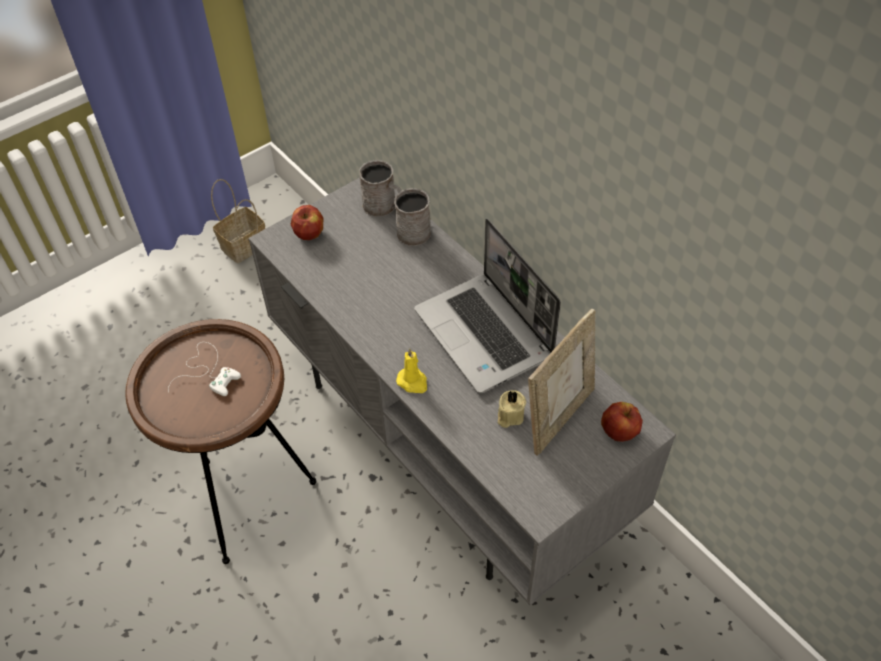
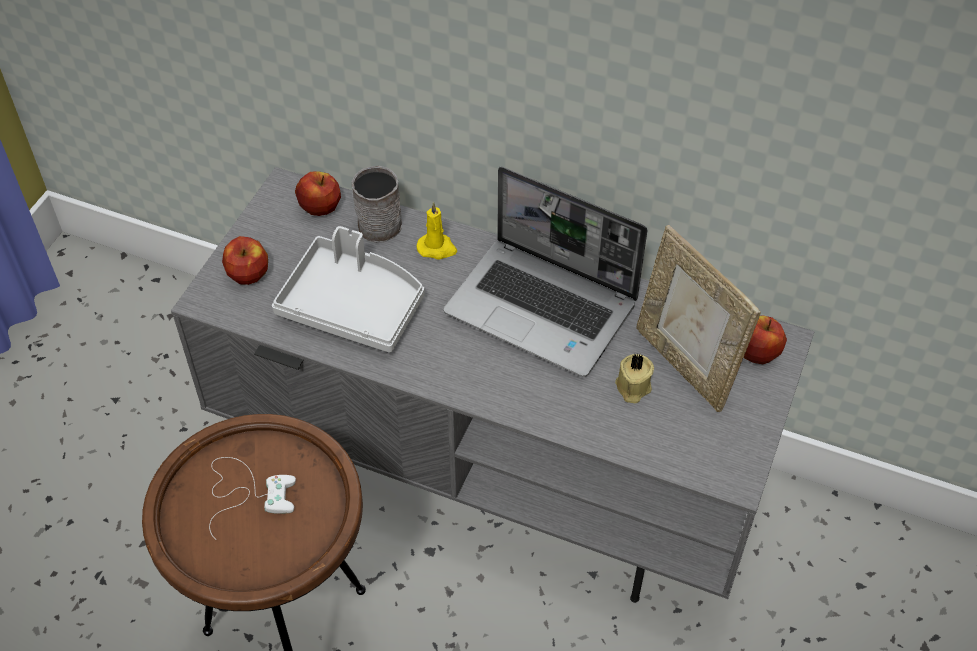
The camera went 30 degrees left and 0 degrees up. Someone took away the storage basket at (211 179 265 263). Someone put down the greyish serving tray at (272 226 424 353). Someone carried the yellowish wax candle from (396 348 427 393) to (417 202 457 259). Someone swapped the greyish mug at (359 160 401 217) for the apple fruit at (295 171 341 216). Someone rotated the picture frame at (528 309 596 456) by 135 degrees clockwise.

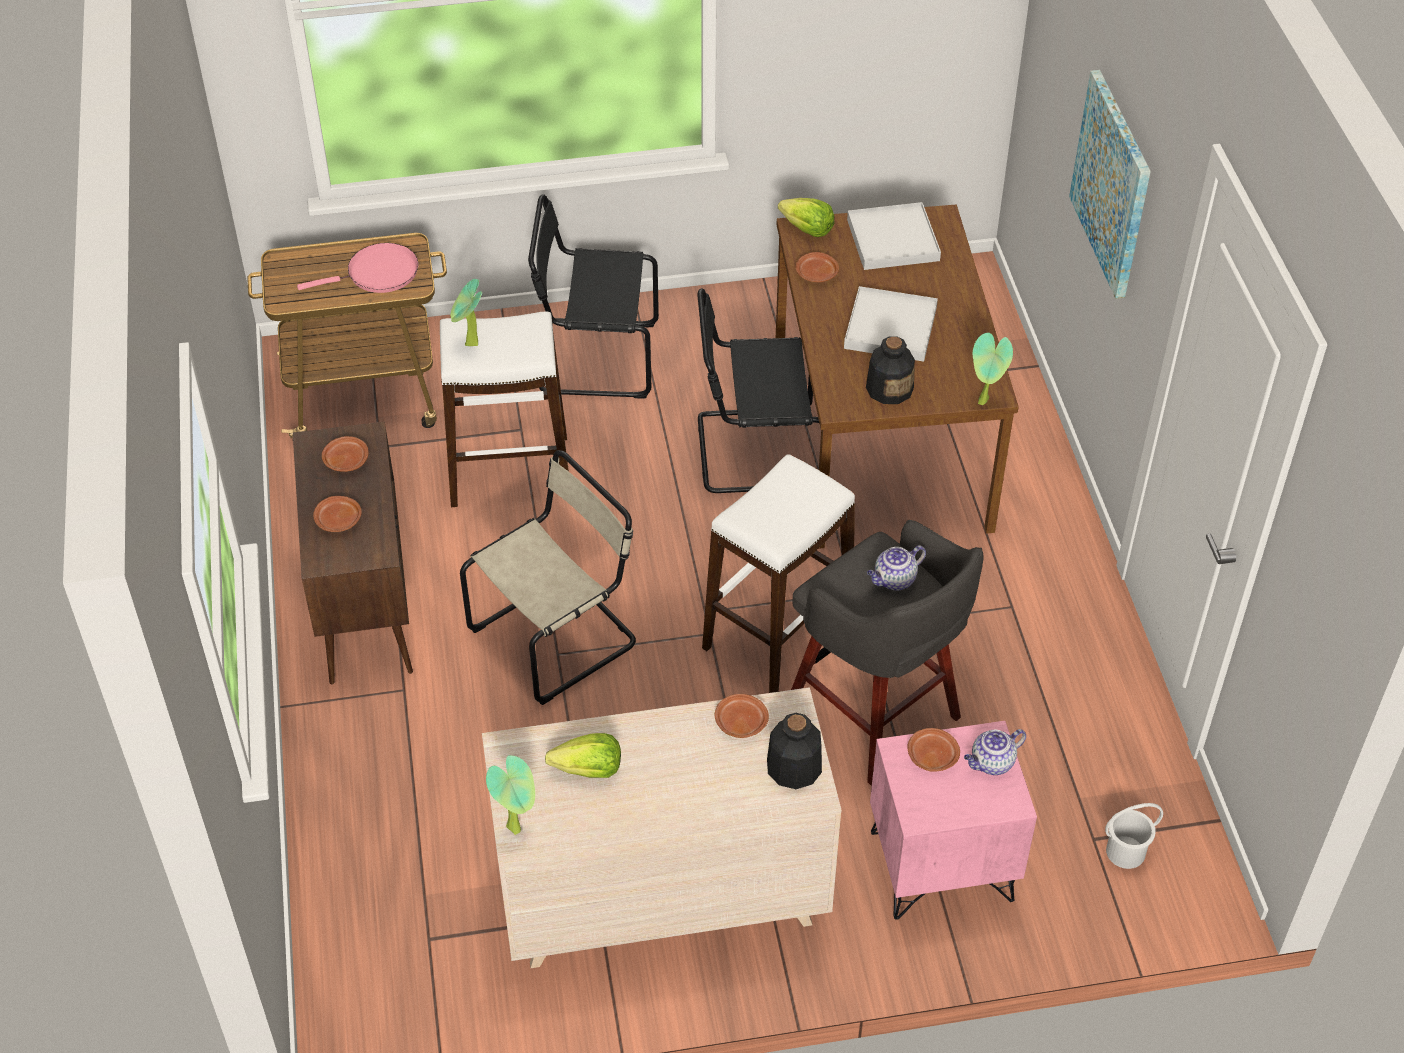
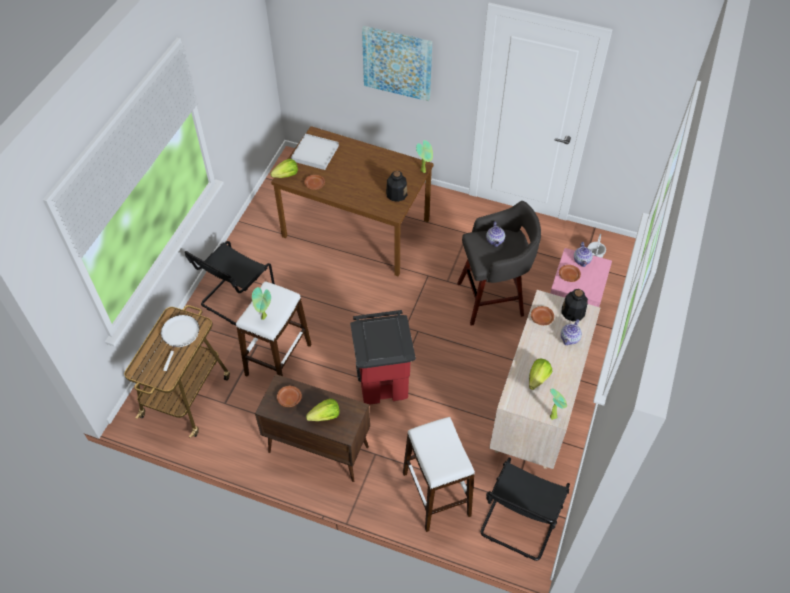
The camera went 60 degrees left and 5 degrees up. Someone took away the white serving tray at (844 286 938 362). Someone put down the teapot at (561 319 582 345). Someone carried the blackish chair from (697 288 820 493) to (481 457 570 561). Someone carried the white stool from (702 454 855 693) to (403 417 475 532). Someone swapped the brownish dinner plate at (313 496 362 532) for the lettuce head at (306 399 340 421). Someone swapped the beige chair at (460 450 636 705) for the reddish trash can at (350 310 416 405). Someone repainted the pink-coloured skillet at (297 243 418 293), which became the white skillet at (161 315 199 371).

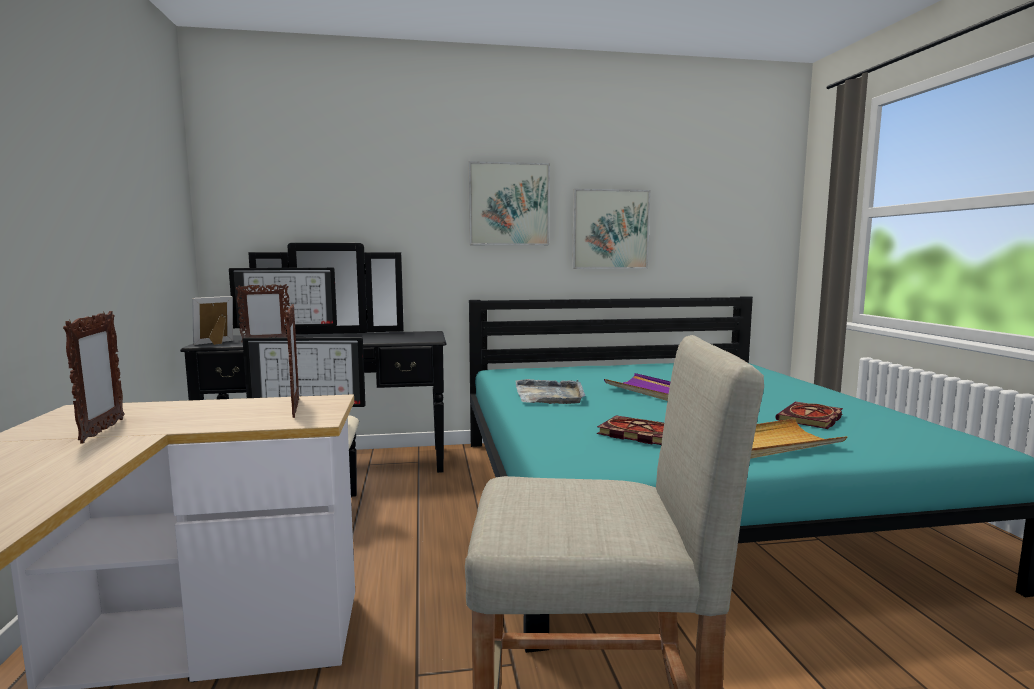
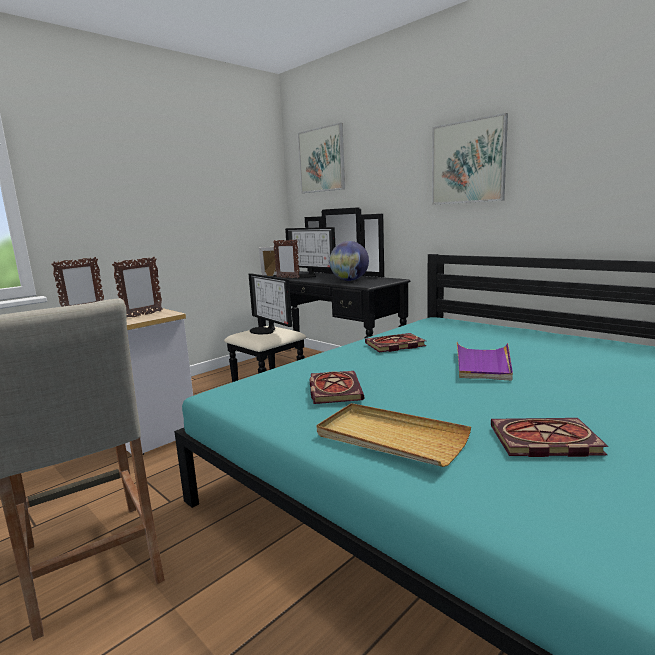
The camera went 55 degrees right and 5 degrees up. Someone put down the globe at (329 241 369 281). Someone carried the wall picture from (572 189 651 269) to (298 123 345 193). Someone swapped the greyish serving tray at (515 379 585 404) for the bound book at (365 333 427 352).

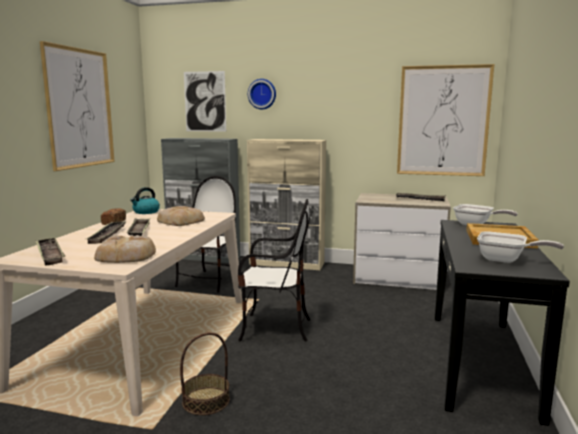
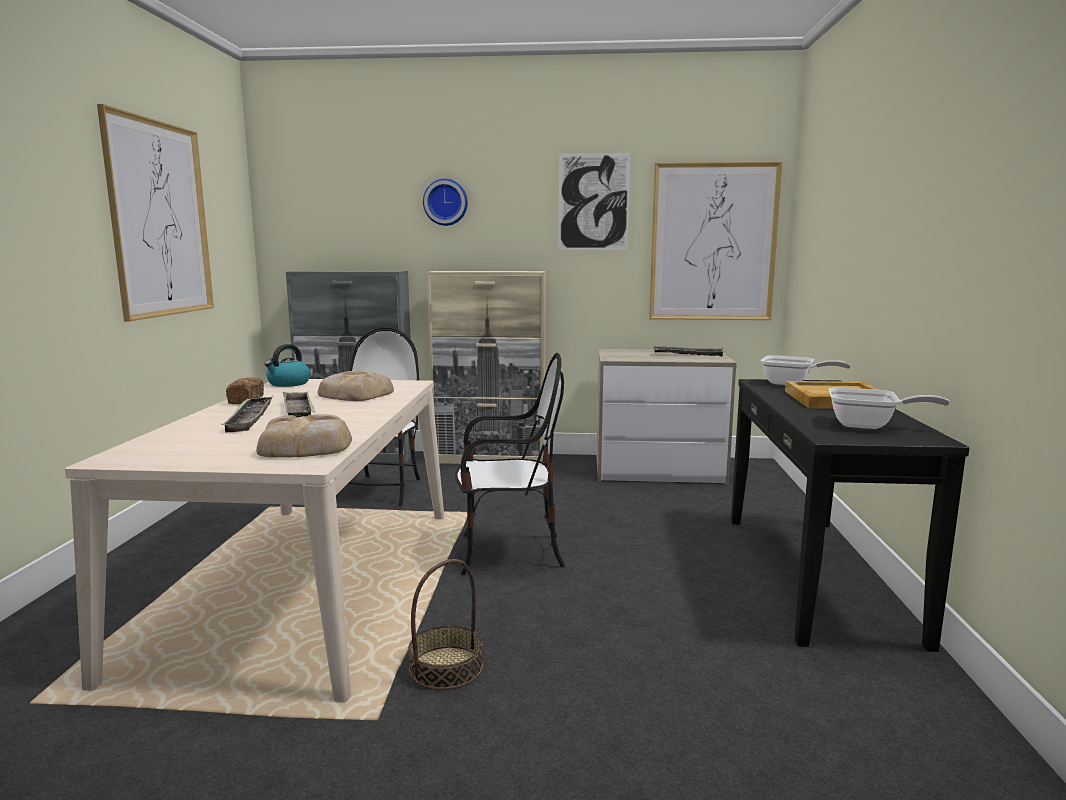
The camera went 10 degrees left and 0 degrees up. Someone took away the serving tray at (35 237 65 266). Someone carried the wall picture from (184 71 226 132) to (558 153 630 250).

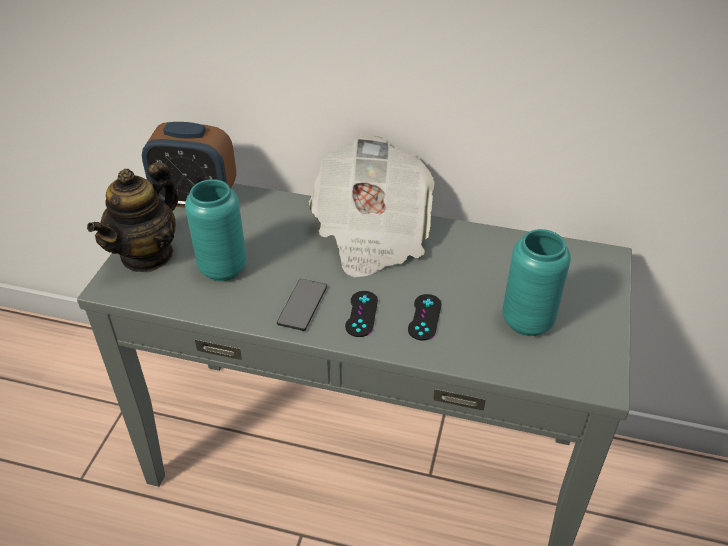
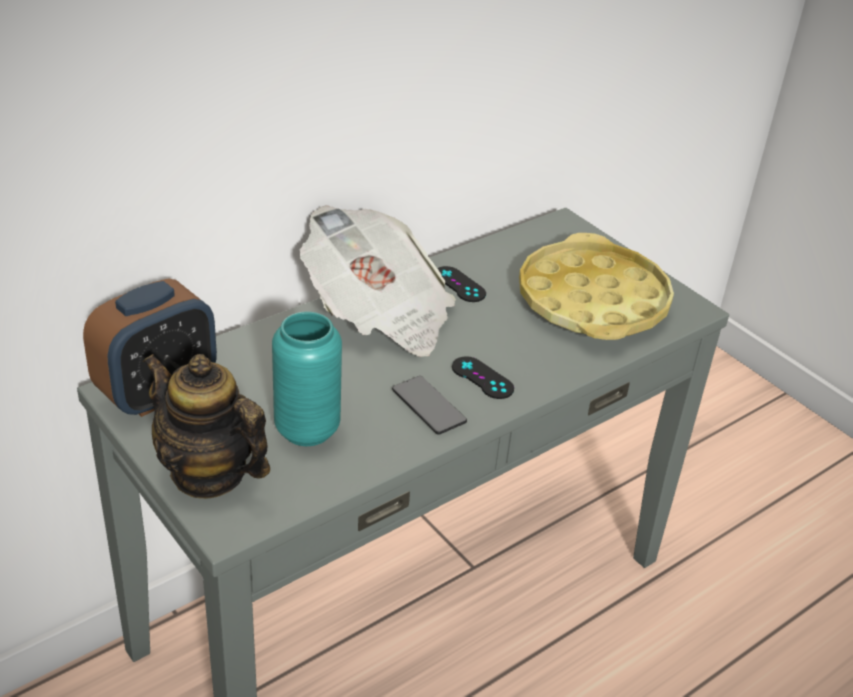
The camera went 55 degrees left and 5 degrees down. Someone carried the blackish gamepad from (408 294 442 341) to (438 266 486 302). Someone swapped the turquoise flower vase at (502 229 571 336) for the yellowish serving tray at (519 233 674 340). Someone rotated the teapot at (87 162 179 272) by 150 degrees clockwise.

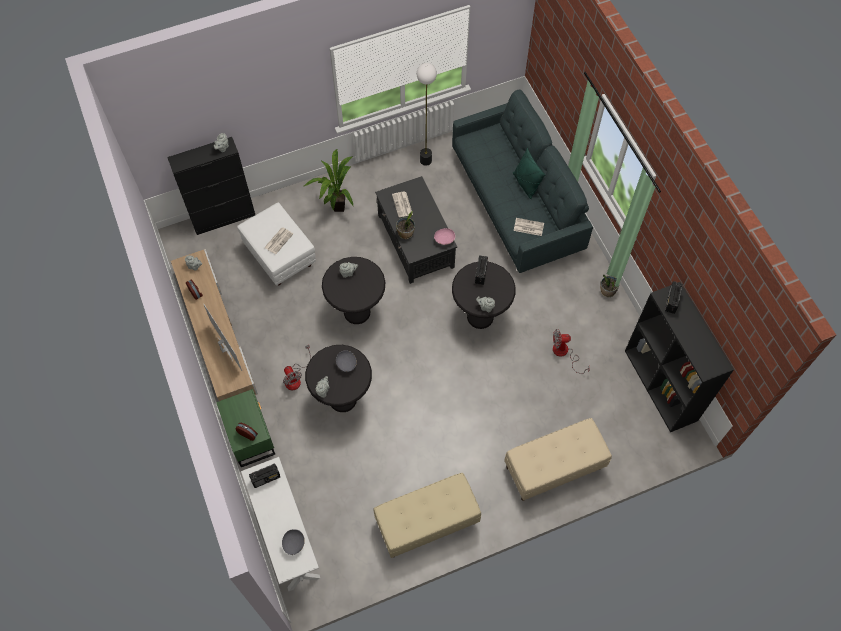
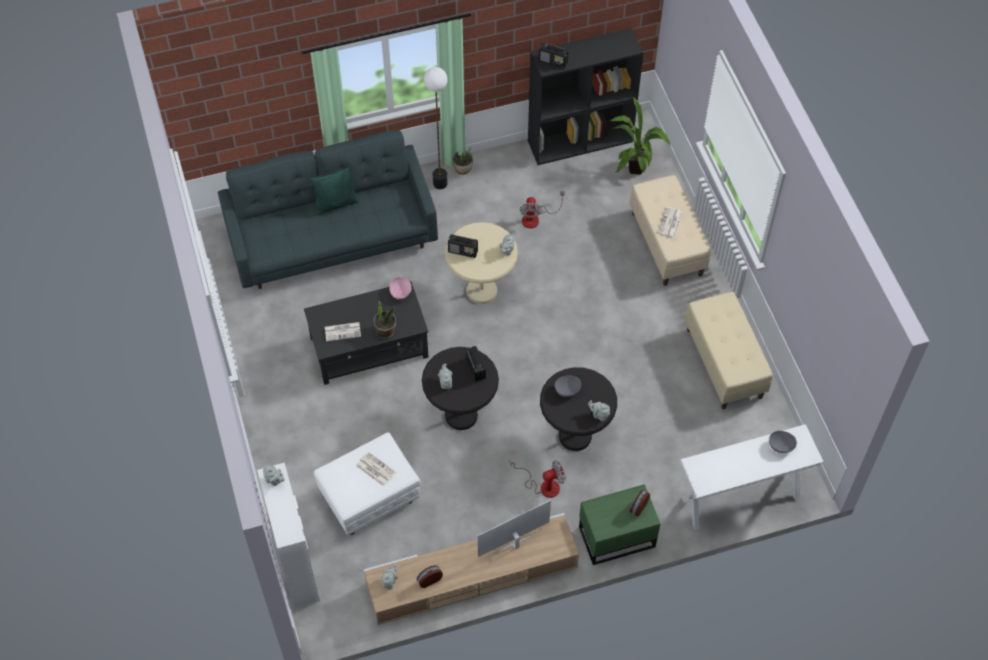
The camera went 85 degrees left and 5 degrees down. Someone carried the radio from (249 464 280 488) to (466 346 486 382). Someone carried the potted plant from (304 149 353 212) to (609 97 671 175). Someone carried the standard lamp from (416 63 437 166) to (424 67 448 189). Someone carried the daily paper from (514 218 544 236) to (658 207 683 238). Someone repainted the blackish cupboard at (167 137 255 235), which became the white cupboard at (257 463 320 608). Someone repainted the blackish end table at (452 262 516 329), which became the beige end table at (445 222 518 304).

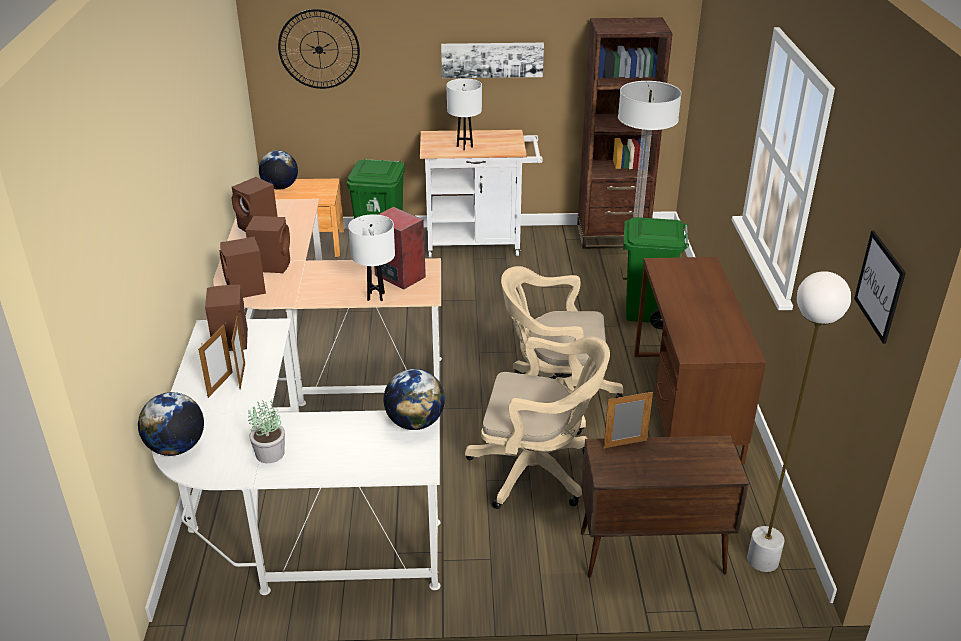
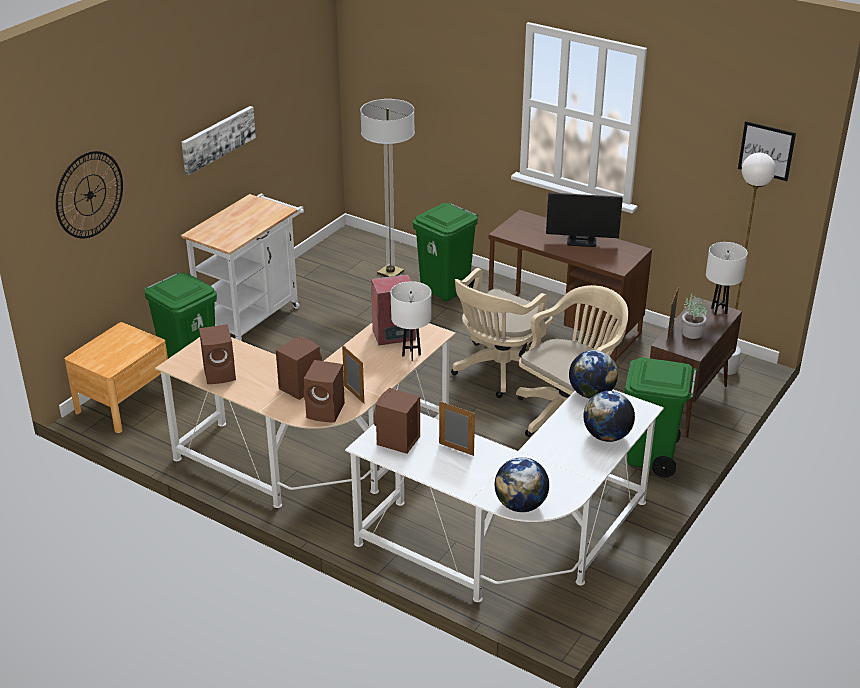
The camera went 55 degrees left and 0 degrees up. Someone took away the brownish bookshelf at (577 18 673 249). Someone put down the computer display at (546 193 623 247). Someone put down the green trash can at (625 358 697 478). Someone carried the picture frame from (198 325 233 398) to (342 345 364 404). Someone carried the potted plant from (248 401 285 463) to (682 292 707 339). Someone carried the globe from (259 151 298 190) to (583 391 635 442). Someone carried the white lamp for a table from (446 78 482 150) to (706 242 747 315).

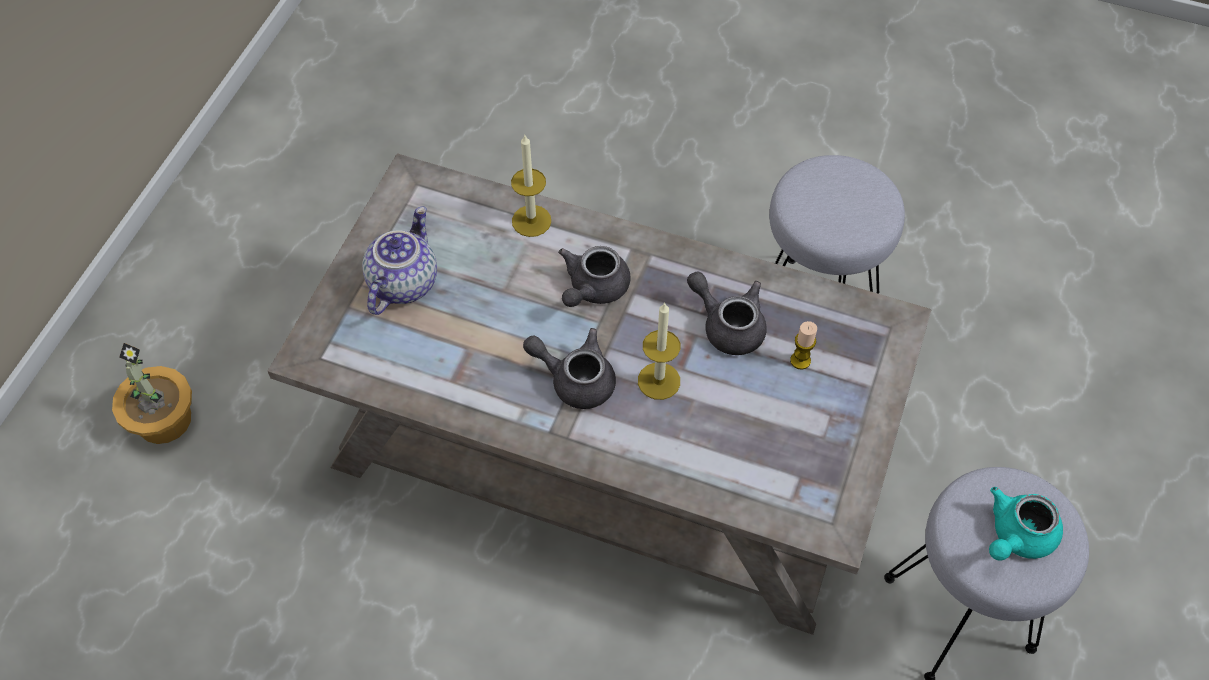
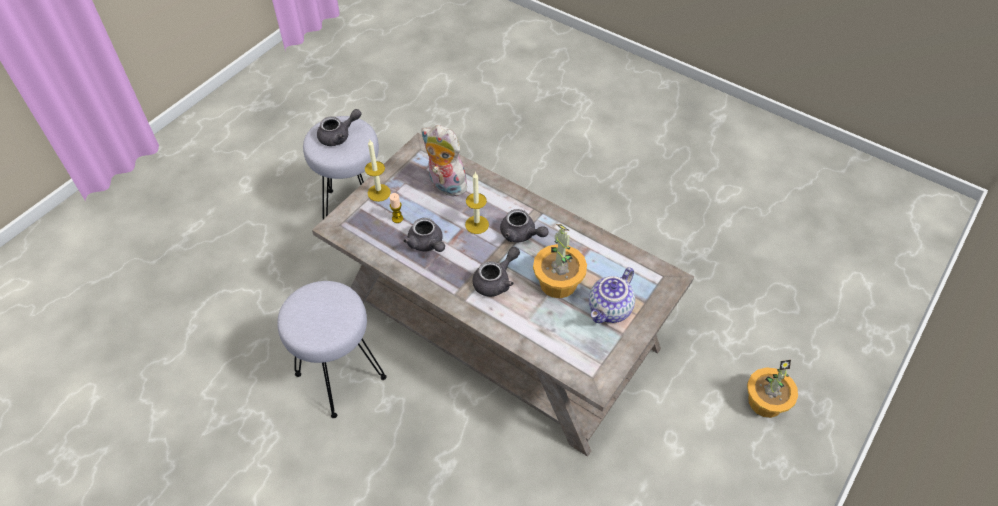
The camera went 165 degrees left and 5 degrees down. Someone put down the cuddly toy at (421 125 469 196). Someone put down the potted plant at (533 224 587 298). Someone carried the wax candle from (511 135 551 237) to (365 140 391 202). Someone repainted the turquoise teapot at (989 487 1063 561), which became the greyish teapot at (317 109 362 146).

